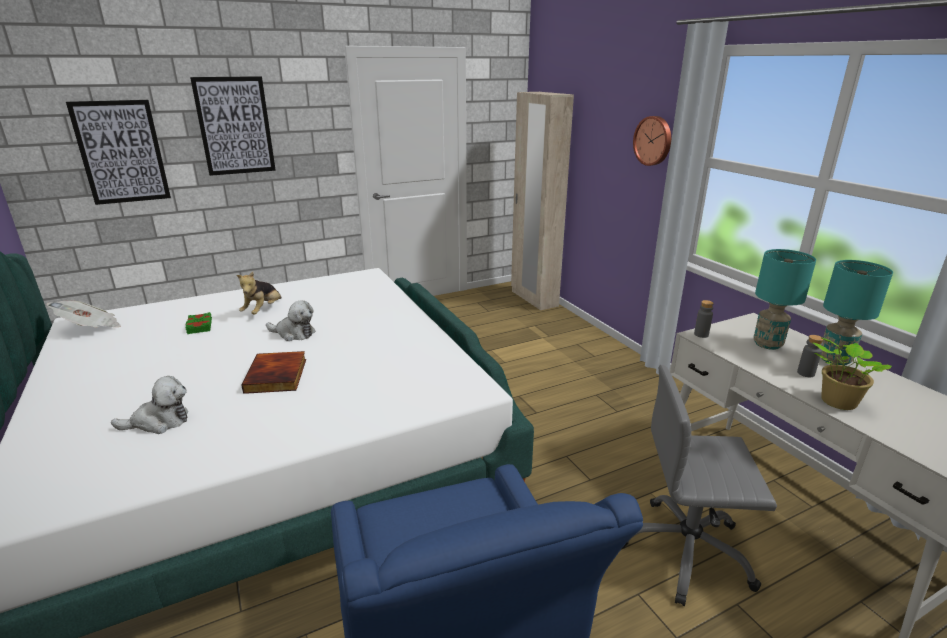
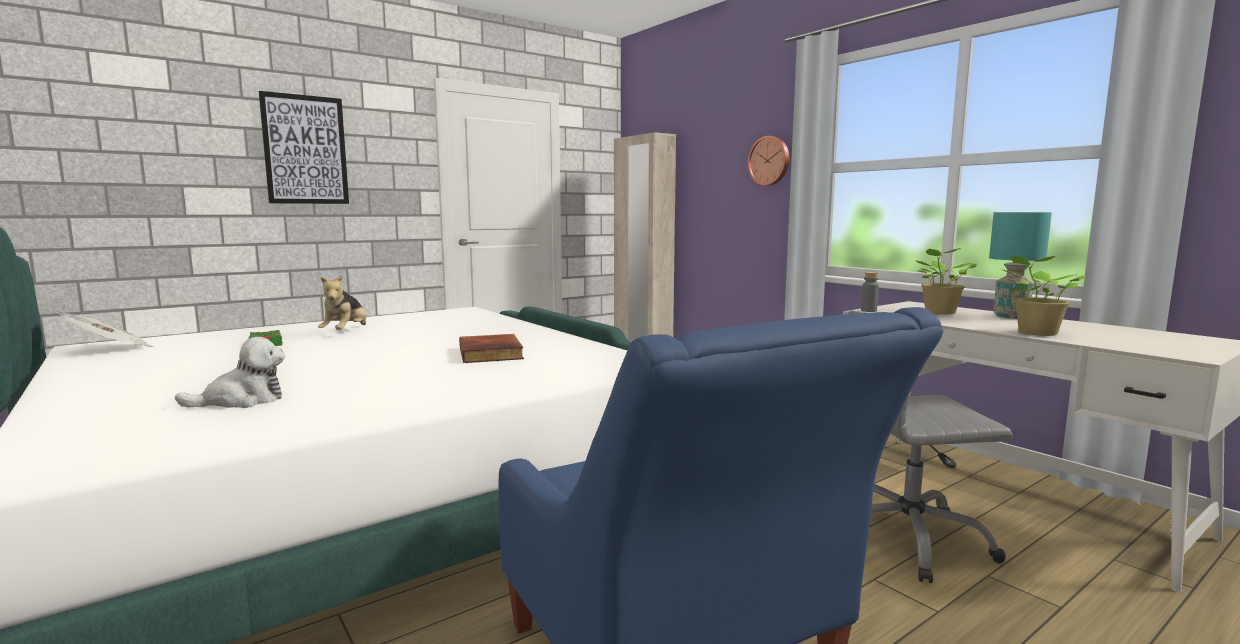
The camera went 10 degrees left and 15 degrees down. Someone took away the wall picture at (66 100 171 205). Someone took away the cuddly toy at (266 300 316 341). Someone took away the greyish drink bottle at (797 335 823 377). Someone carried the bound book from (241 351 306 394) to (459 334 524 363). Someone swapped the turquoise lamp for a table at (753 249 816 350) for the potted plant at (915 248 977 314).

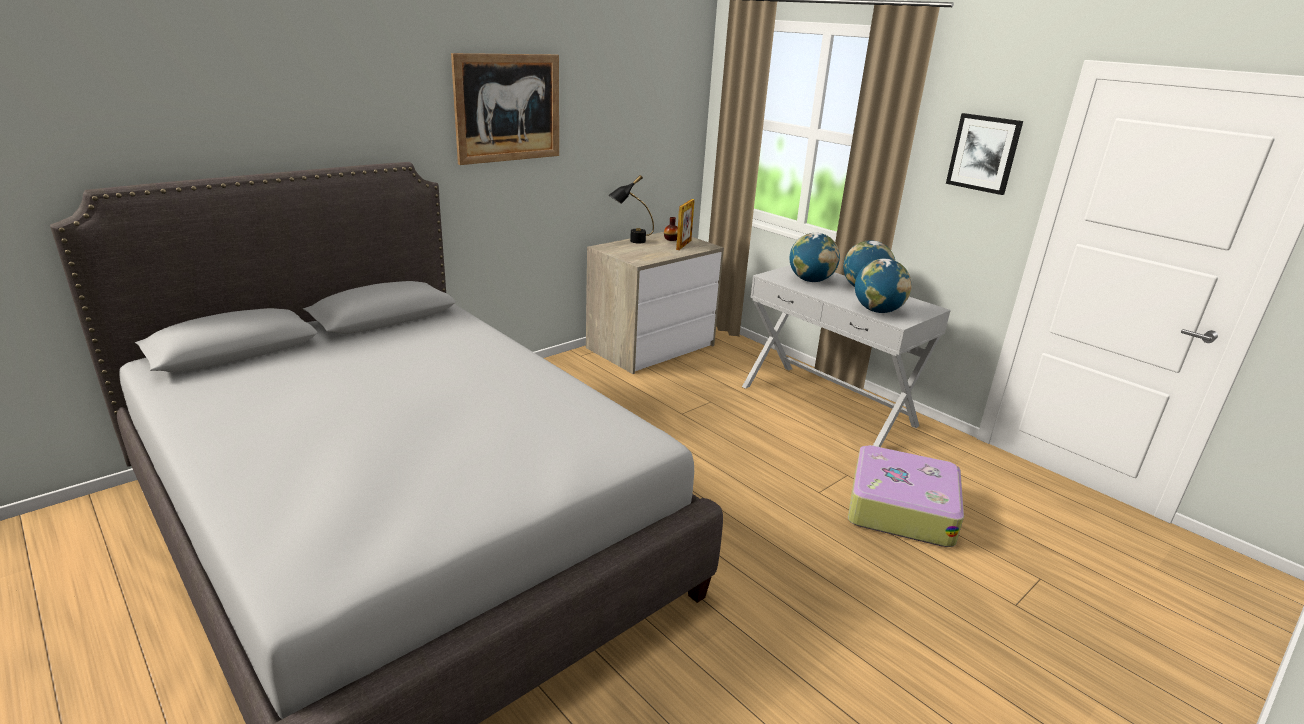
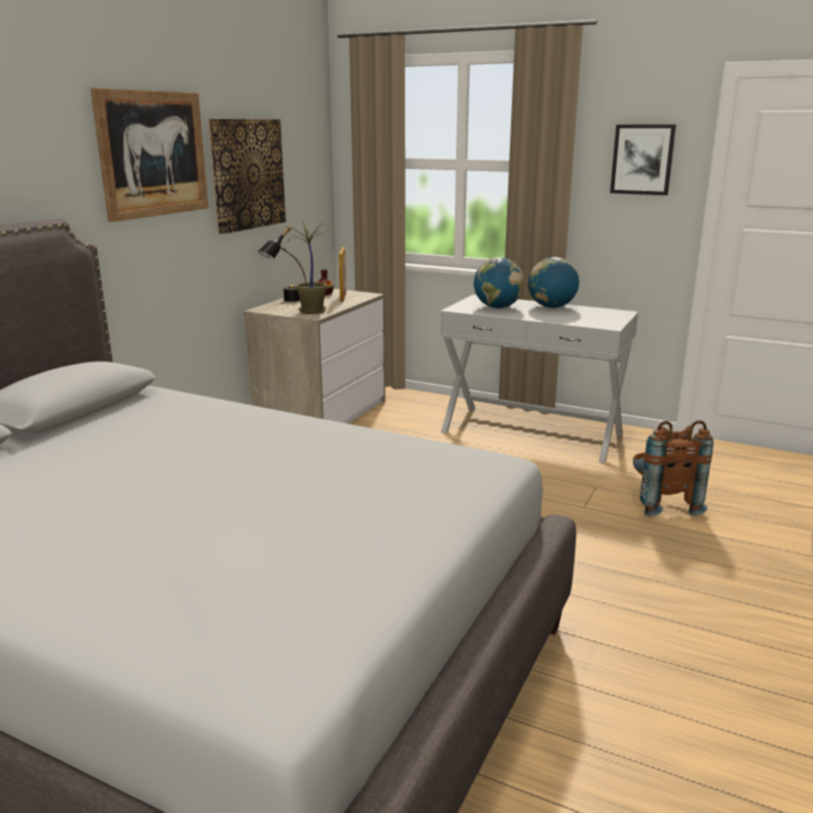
The camera went 20 degrees left and 5 degrees down. Someone took away the globe at (855 259 912 313). Someone put up the wall picture at (208 119 286 234). Someone put down the potted plant at (280 222 338 314). Someone swapped the piece of luggage at (848 445 964 547) for the brownish knapsack at (633 420 713 517).

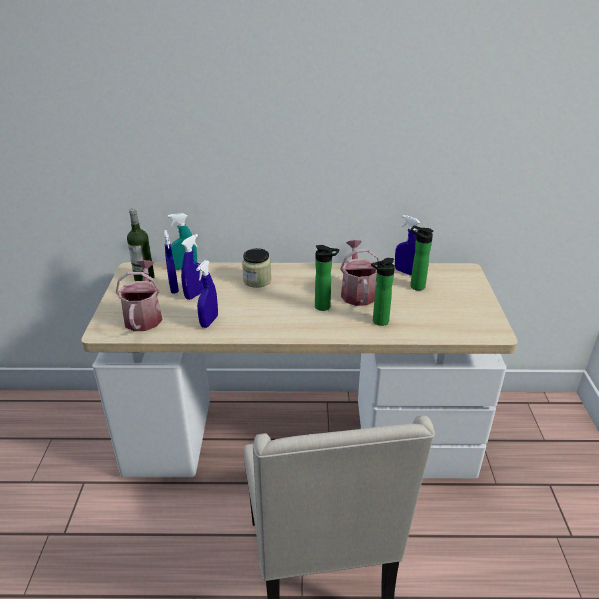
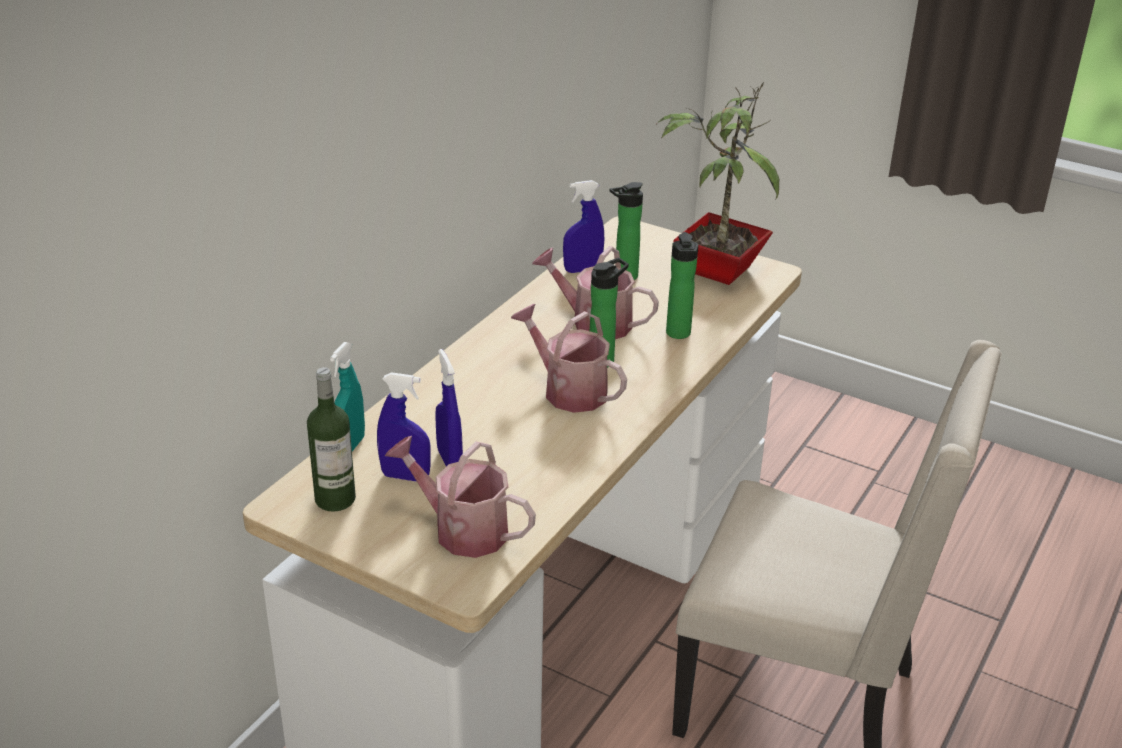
The camera went 60 degrees left and 0 degrees up. Someone took away the blue-coloured hand sprayer at (196 260 218 328). Someone took away the jar at (242 248 271 288). Someone put down the watering can at (511 304 627 413). Someone put down the potted plant at (657 82 779 285).

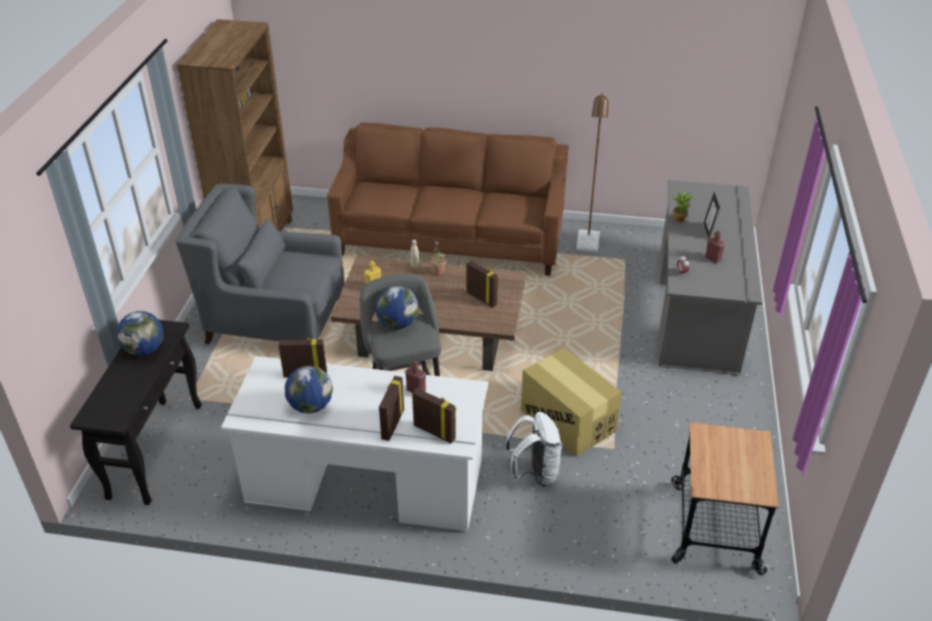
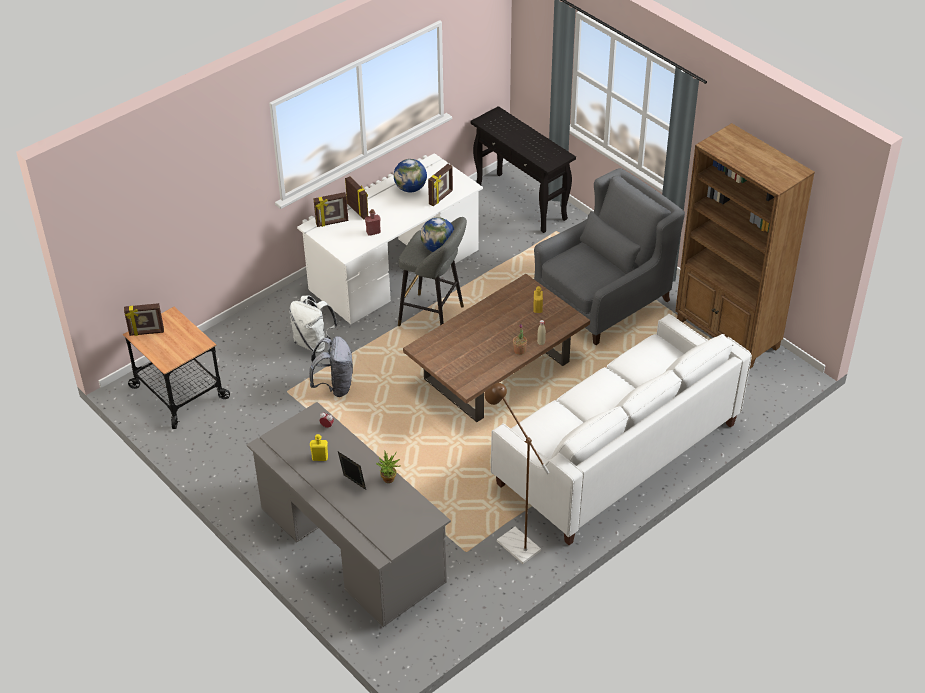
The camera went 130 degrees right and 5 degrees up. Someone took away the globe at (116 311 163 356). Someone carried the picture frame from (466 261 499 308) to (124 303 164 336). Someone swapped the packing box at (521 348 622 457) for the greyish knapsack at (309 336 353 397). Someone repainted the brownish couch at (327 123 569 276), which became the white couch at (491 314 752 545). Someone repainted the reddish drink bottle at (705 231 725 263), which became the yellowish drink bottle at (310 434 328 461).

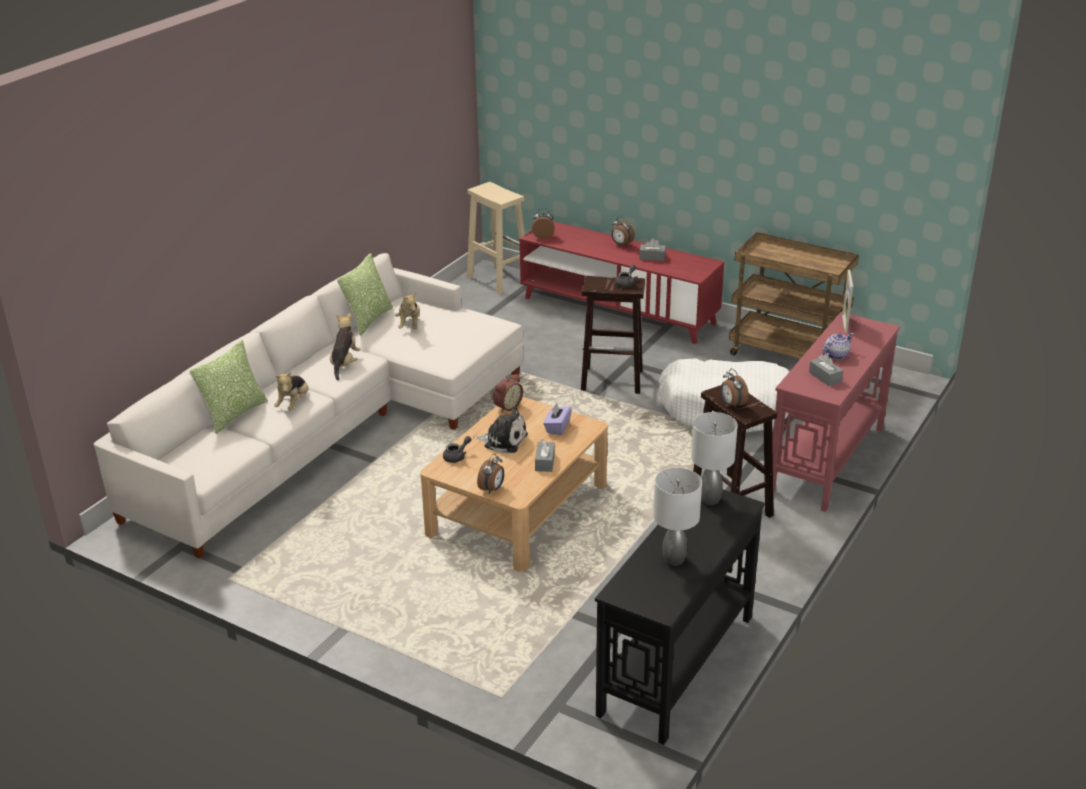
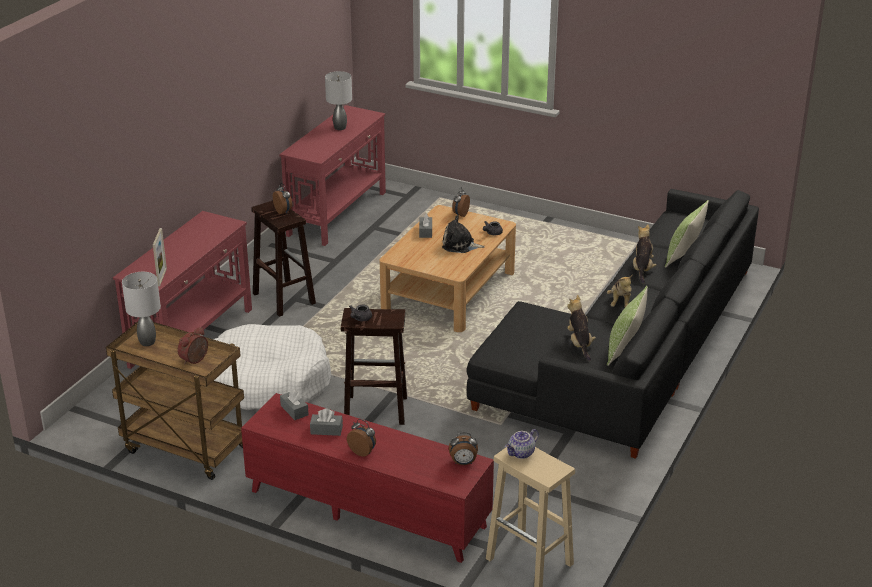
The camera went 175 degrees right and 0 degrees up. Someone took away the purplish box of tissues at (544 403 572 435). Someone carried the bedside clock from (493 374 523 413) to (177 327 208 365). Someone carried the greyish lamp for a table from (691 412 738 505) to (122 272 161 346). Someone carried the greyish box of tissues from (809 354 843 386) to (280 389 309 420). Someone carried the teapot from (822 333 854 360) to (505 429 539 459). Someone repainted the white couch at (94 253 524 559), which became the blackish couch at (467 189 759 459). Someone repainted the blackish console table at (595 490 765 745), which became the reddish console table at (279 105 386 246).

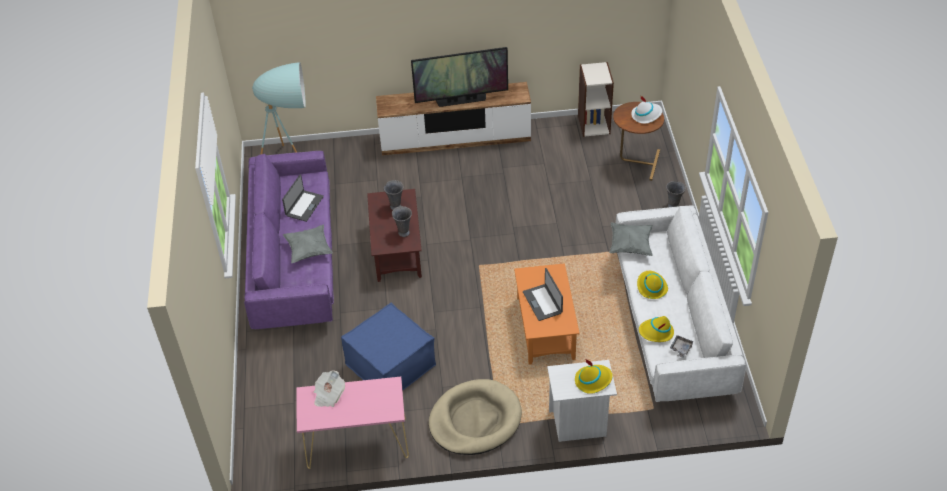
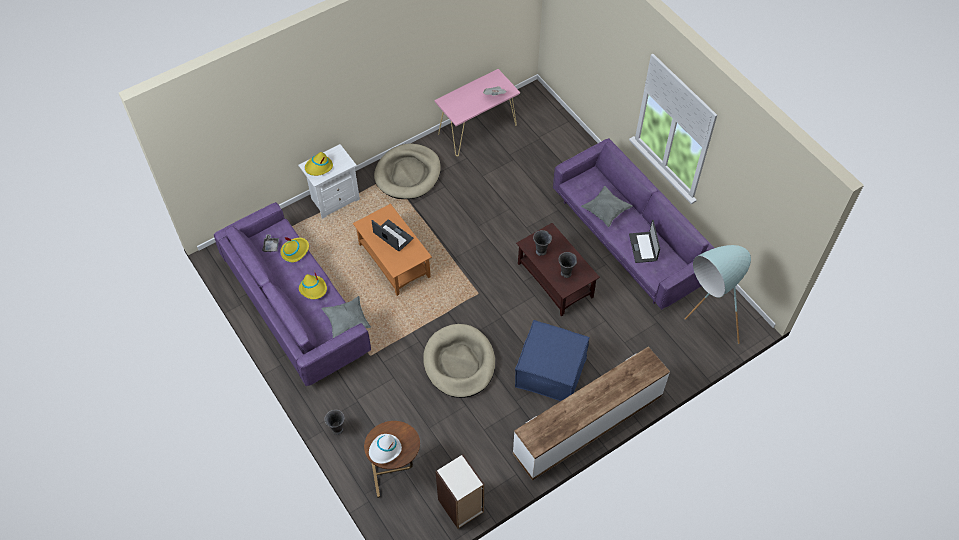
The camera went 150 degrees right and 10 degrees up. Someone took away the television at (411 47 508 107). Someone put down the beige dog bed at (423 324 495 398). Someone carried the blue-coloured ottoman from (341 303 436 391) to (515 320 590 401). Someone repainted the white couch at (616 206 746 402), which became the purplish couch at (214 202 371 386).

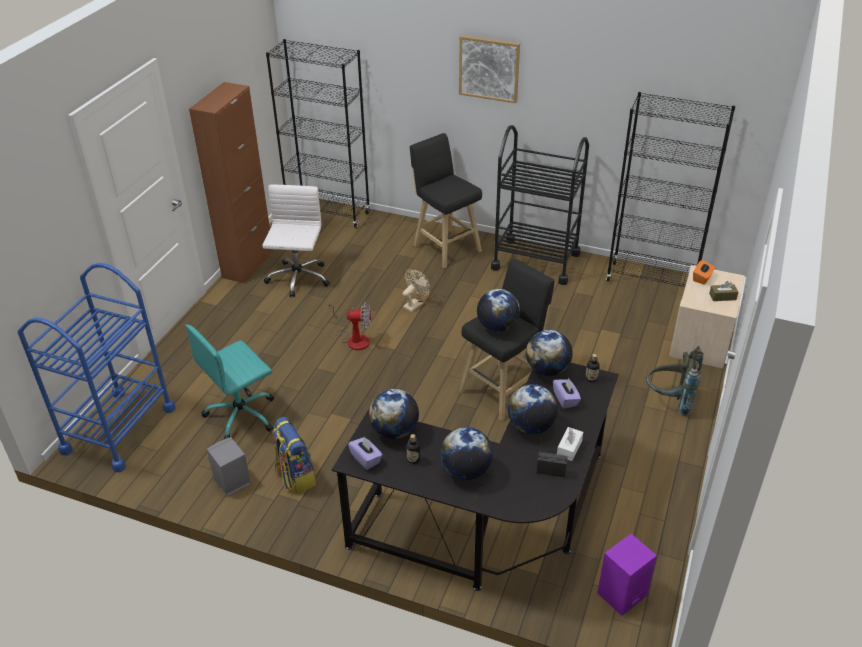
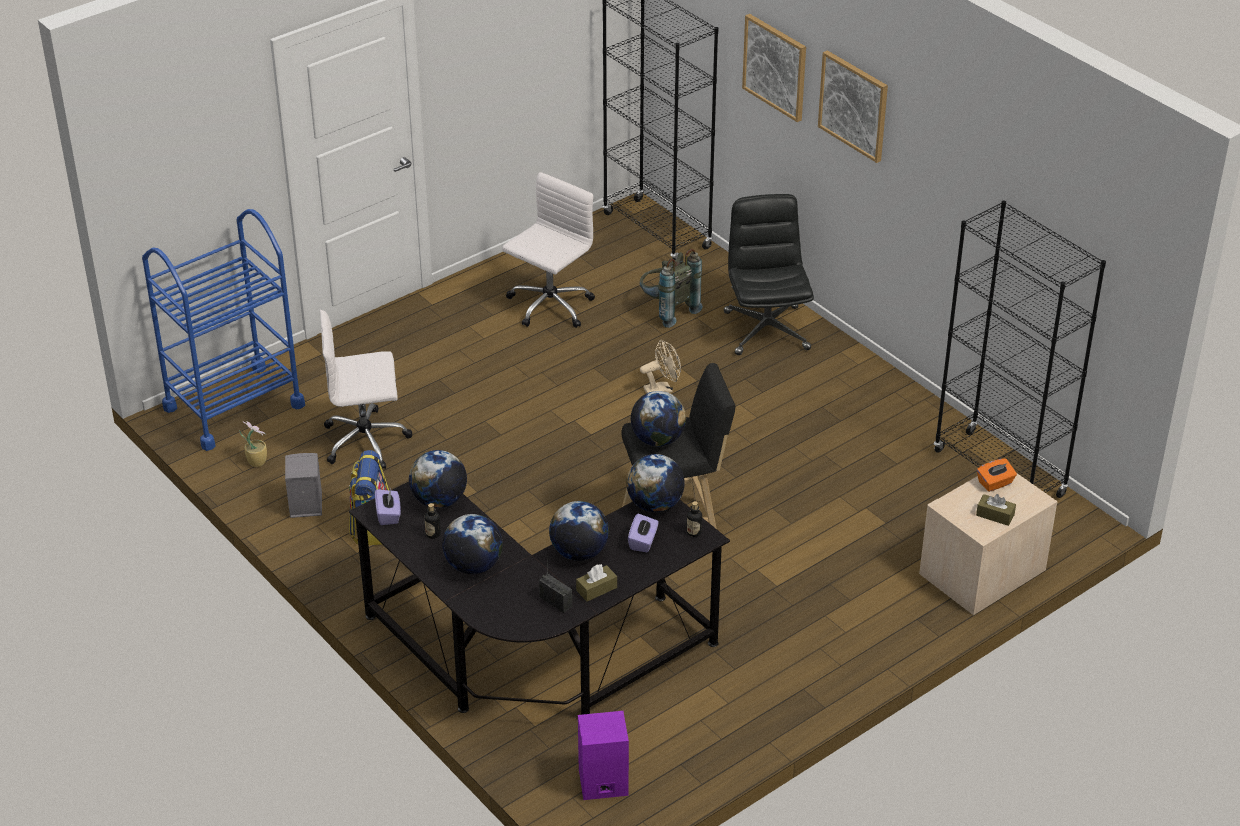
The camera went 30 degrees right and 0 degrees up. Someone took away the brownish cupboard at (189 82 273 283). Someone took away the electric fan at (328 300 371 350). Someone took away the blackish trolley at (491 125 589 285). Someone put down the potted plant at (240 421 267 467). Someone put up the wall picture at (742 14 806 122). Someone carried the greyish knapsack from (646 346 703 416) to (640 249 703 328). Someone swapped the blackish stool at (410 133 482 269) for the blackish computer chair at (724 194 814 355). Someone repainted the turquoise computer chair at (185 325 274 439), which became the white computer chair at (320 310 412 469). Someone repainted the white box of tissues at (557 427 583 461), which became the brownish box of tissues at (576 564 617 601).

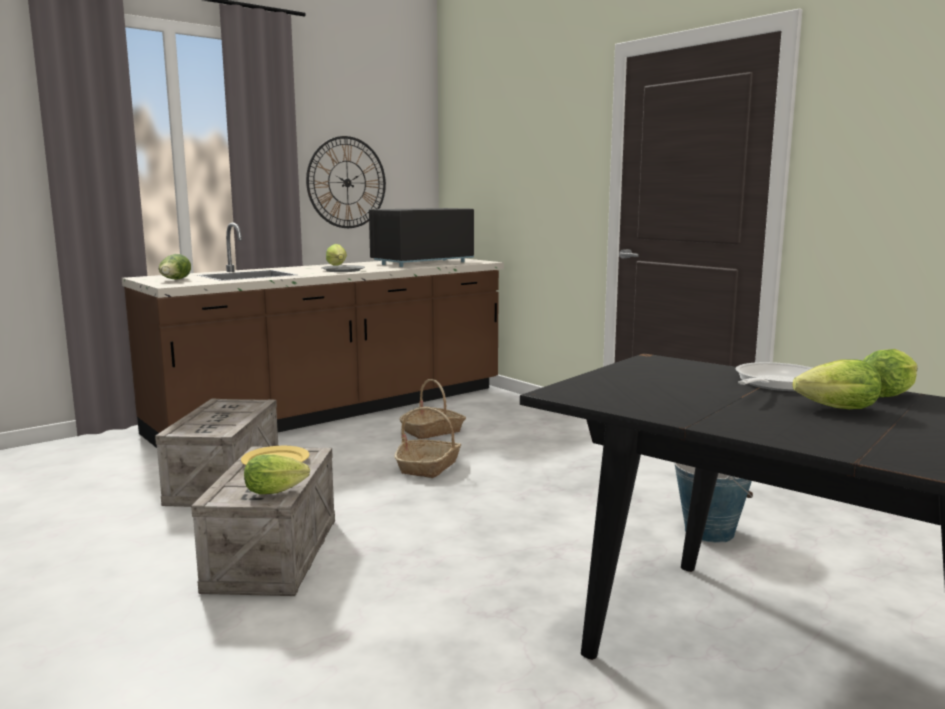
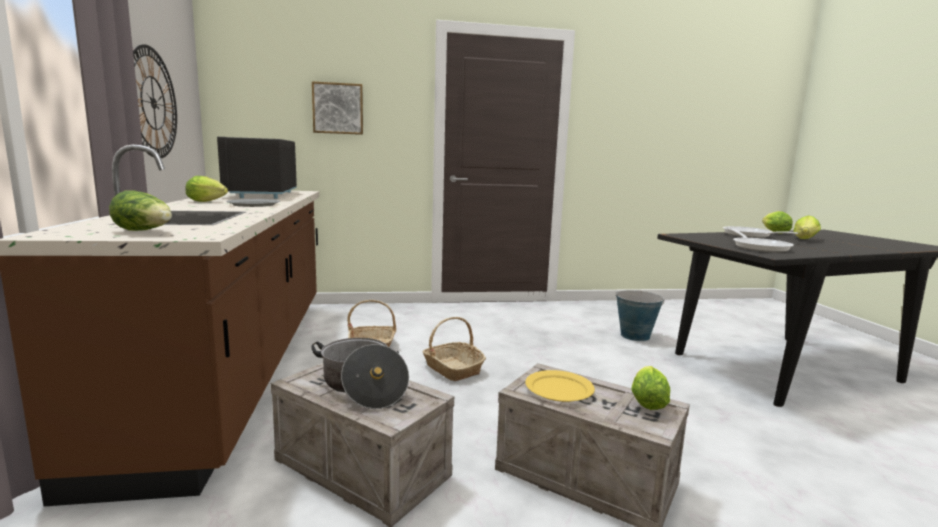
The camera went 60 degrees left and 0 degrees up. Someone put up the wall picture at (312 81 363 135). Someone put down the saucepot at (312 338 409 409). Someone put down the skillet at (727 227 794 252).

